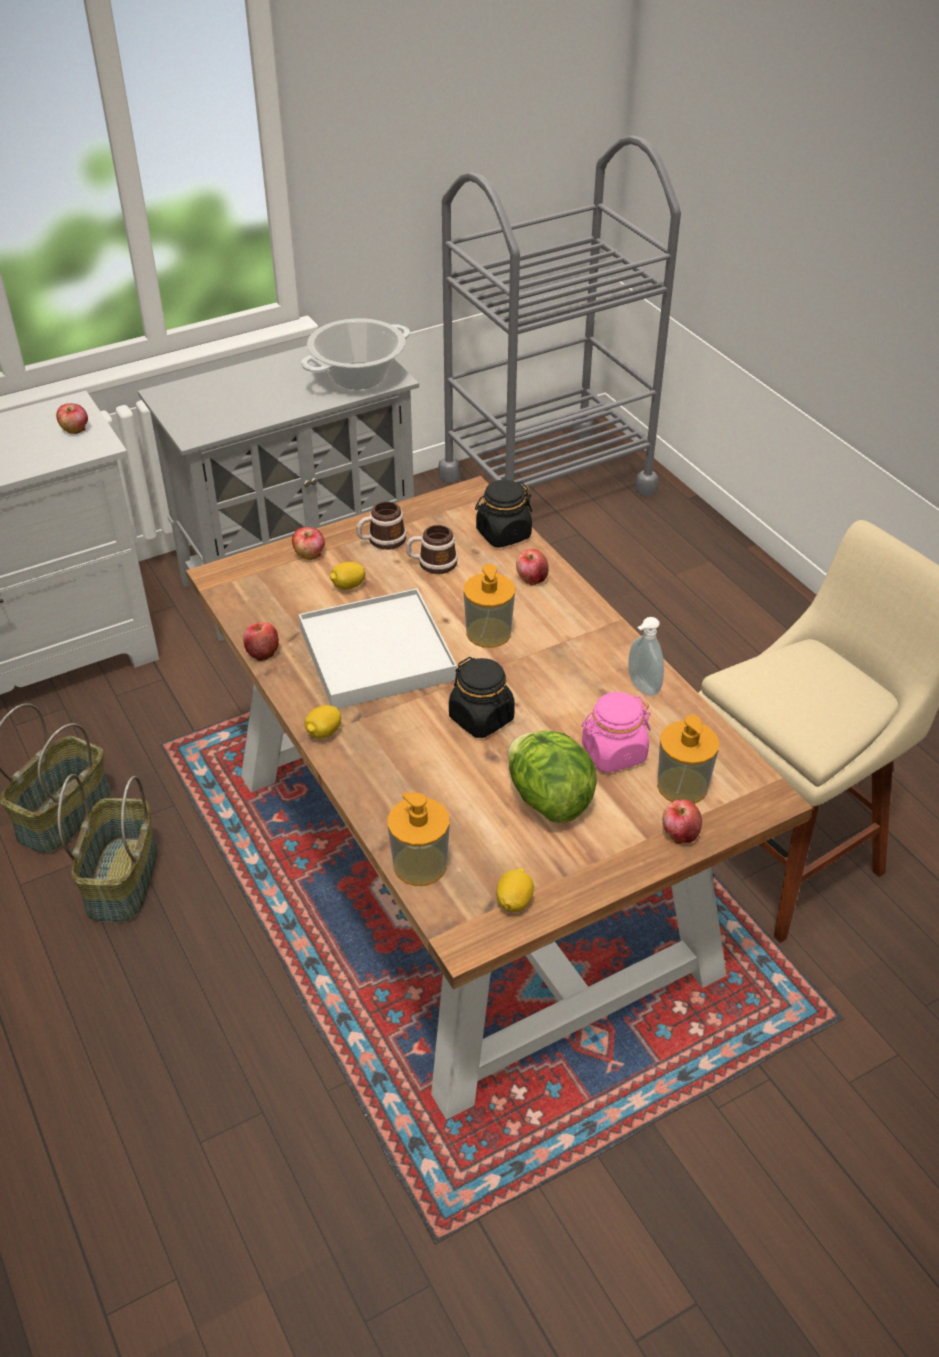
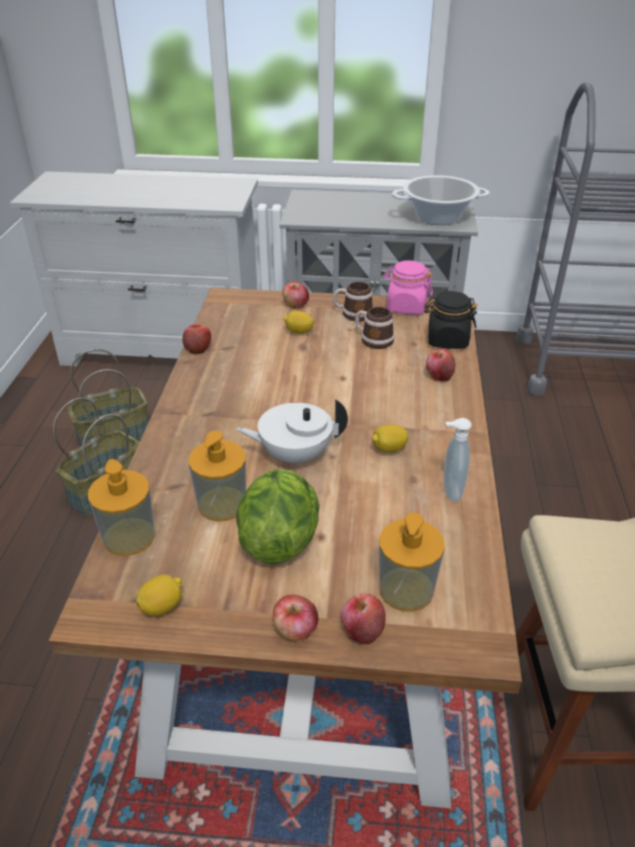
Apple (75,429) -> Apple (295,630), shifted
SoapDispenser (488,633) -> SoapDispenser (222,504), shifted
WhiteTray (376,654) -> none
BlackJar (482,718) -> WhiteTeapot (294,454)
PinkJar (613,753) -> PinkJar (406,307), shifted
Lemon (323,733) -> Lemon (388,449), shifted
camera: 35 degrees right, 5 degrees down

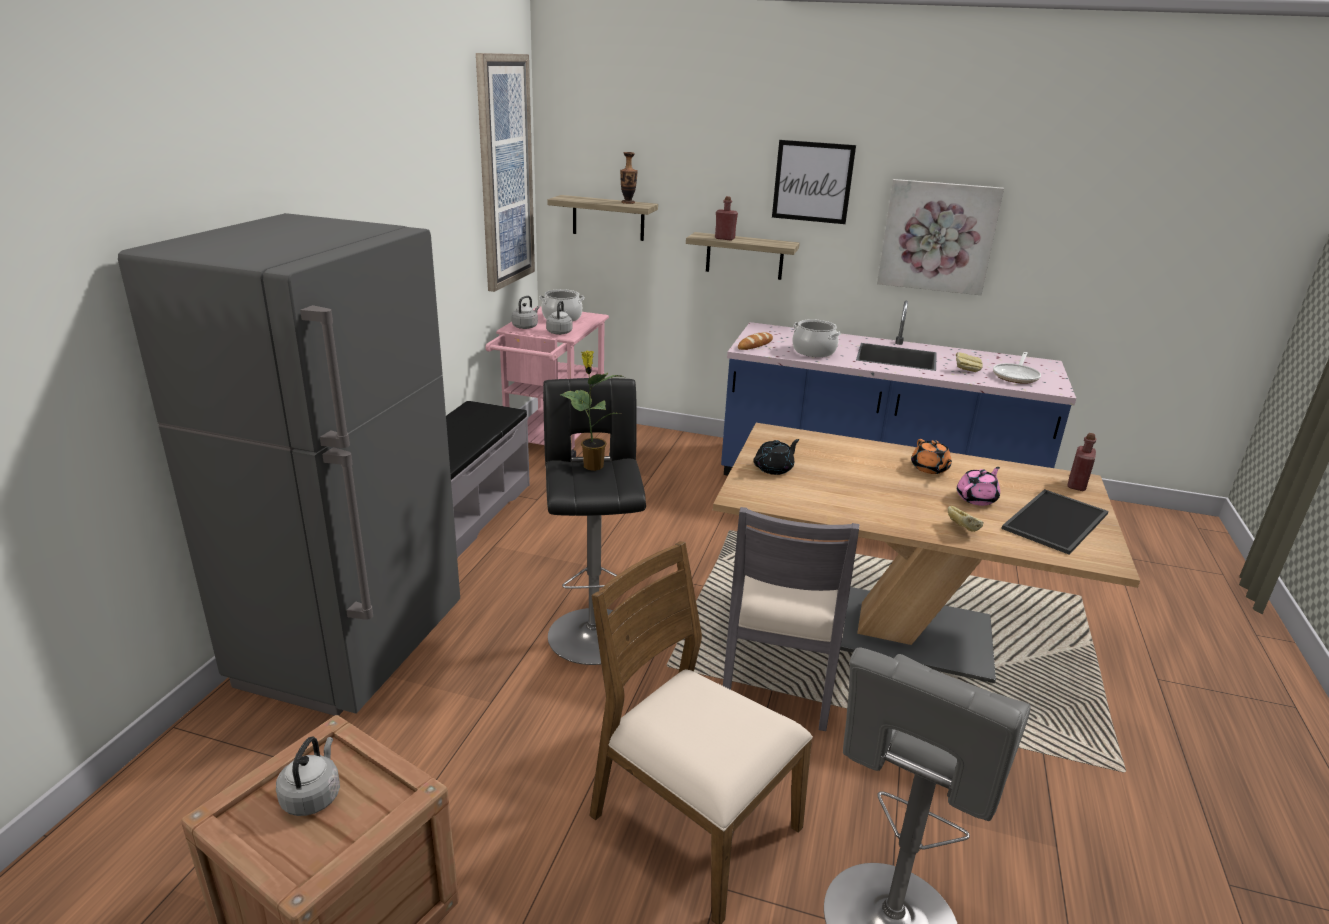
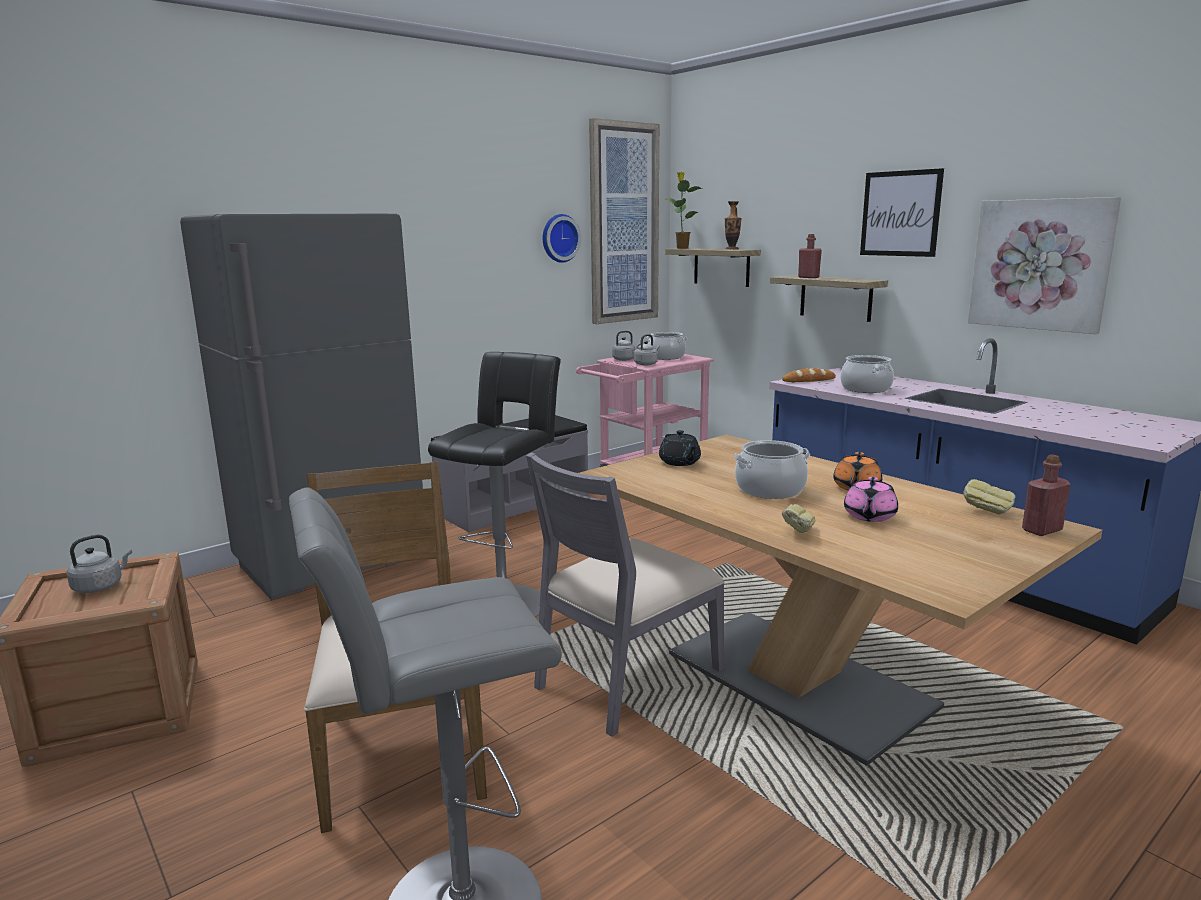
PottedPlant (592,466) -> PottedPlant (682,248), shifted
Bread (966,371) -> Bread (986,511), shifted
FryingPan (1016,376) -> none
BlackTeapot (774,468) -> BlackTeapot (680,462), 75 degrees clockwise
PinkTeapot (977,498) -> PinkTeapot (869,516), 120 degrees clockwise
Tray (1057,522) -> none
none -> WallClock (559,238)
none -> CookingPot (770,489)
camera: 35 degrees right, 10 degrees down

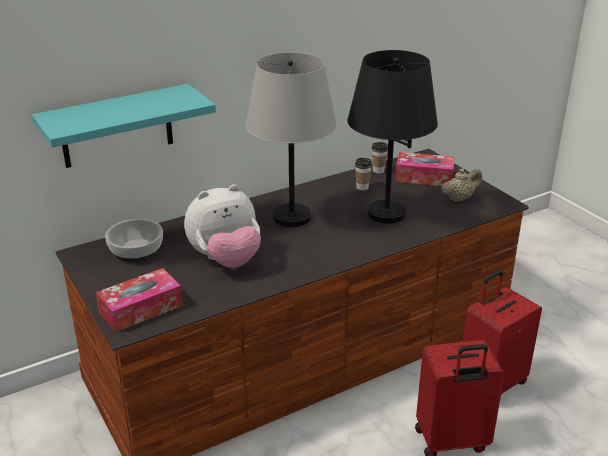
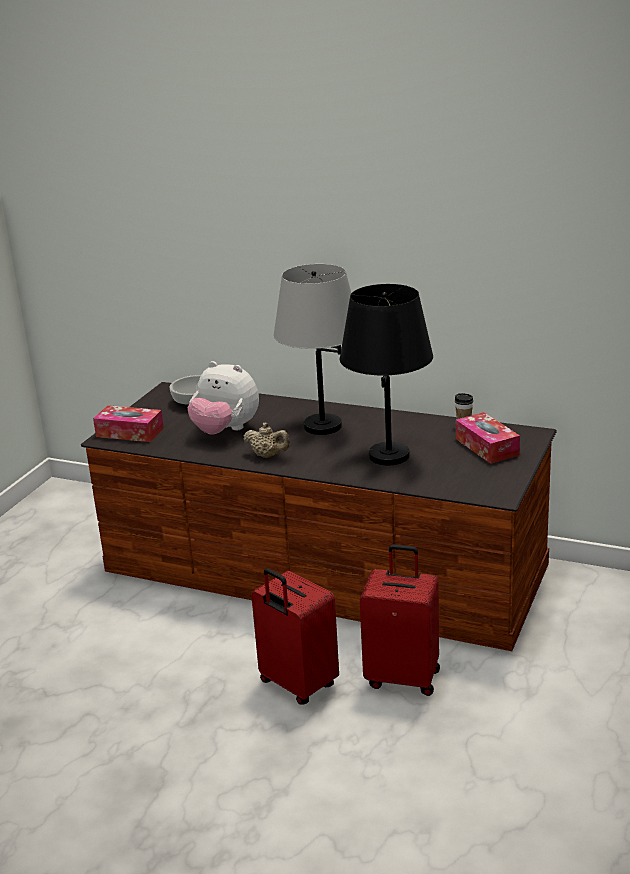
TurquoiseShelf (117,126) -> none
Cup (362,187) -> none
BeigeTeapot (459,198) -> BeigeTeapot (268,456), shifted
camera: 55 degrees right, 5 degrees down

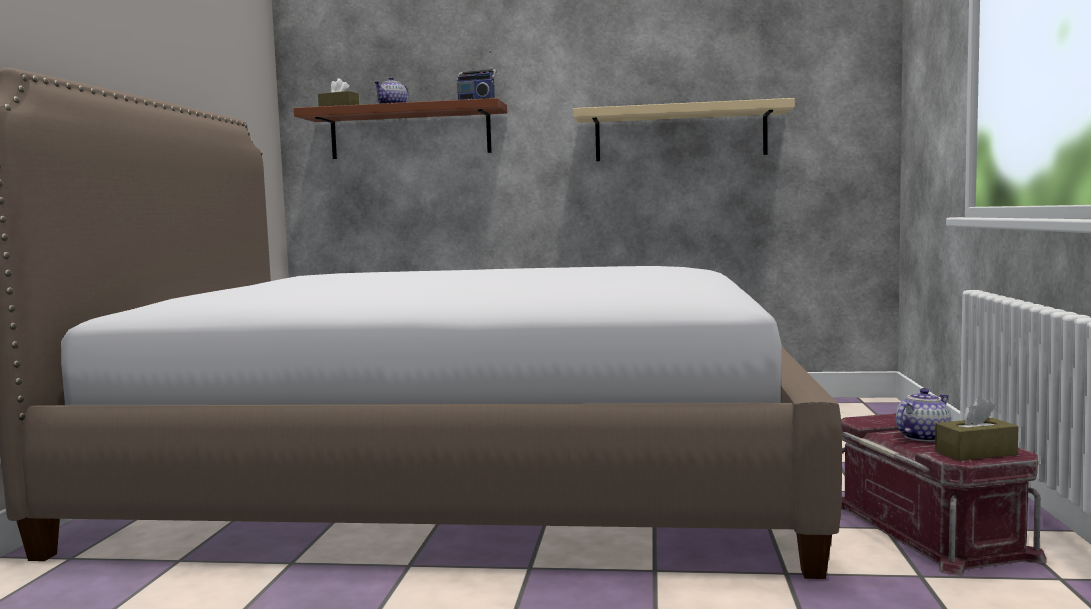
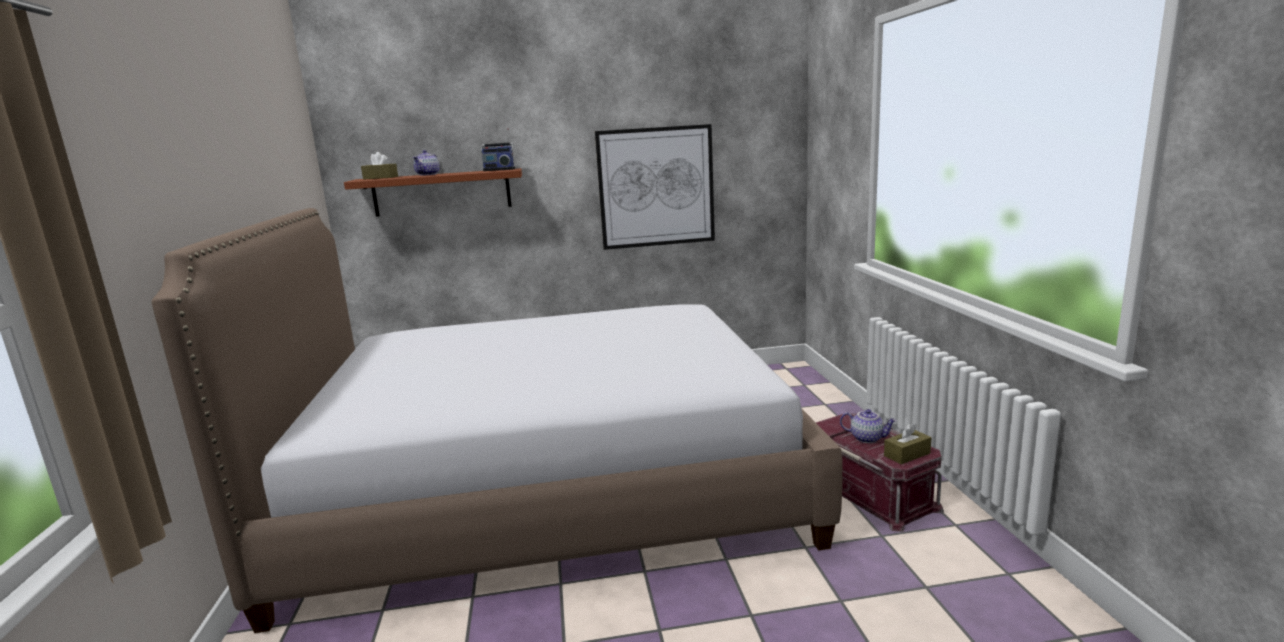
BeigeShelf (680,134) -> Picture (656,187)
Teapot (921,437) -> Teapot (867,438), 75 degrees clockwise
camera: 15 degrees left, 10 degrees up

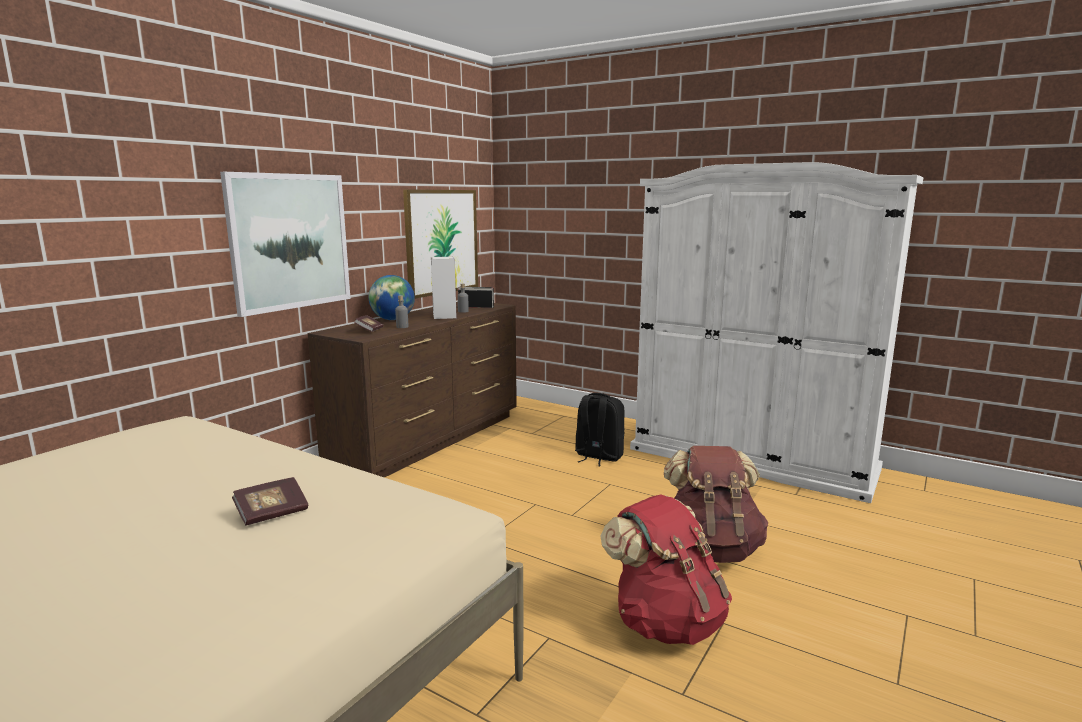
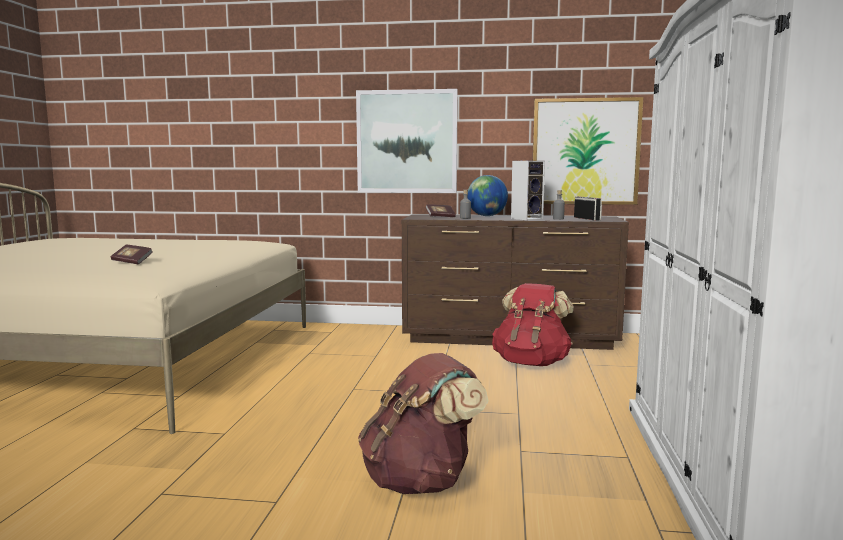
BlackBackpack (598,456) -> none
RedBackpack (665,622) -> RedBackpack (531,363), shifted
camera: 65 degrees right, 5 degrees down

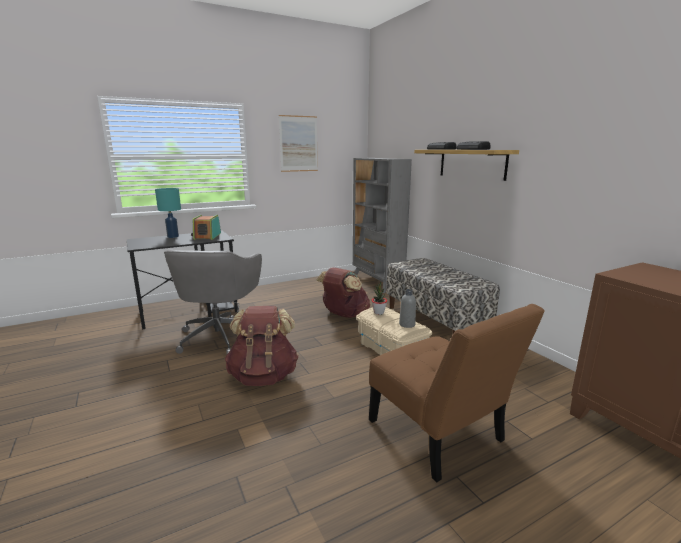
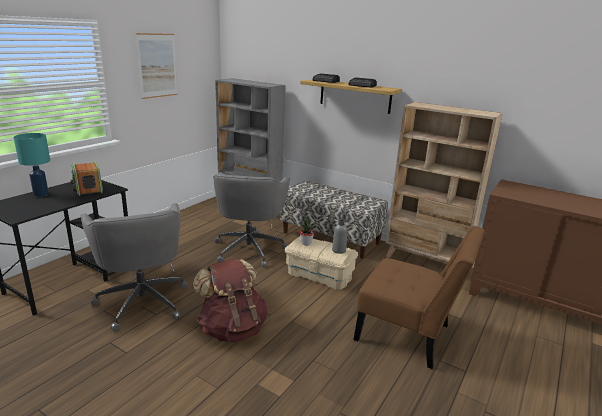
BrownBackpack (344,315) -> GreyOfficeChair (249,248)
none -> BeigeBookcase (425,262)
camera: 30 degrees left, 5 degrees up

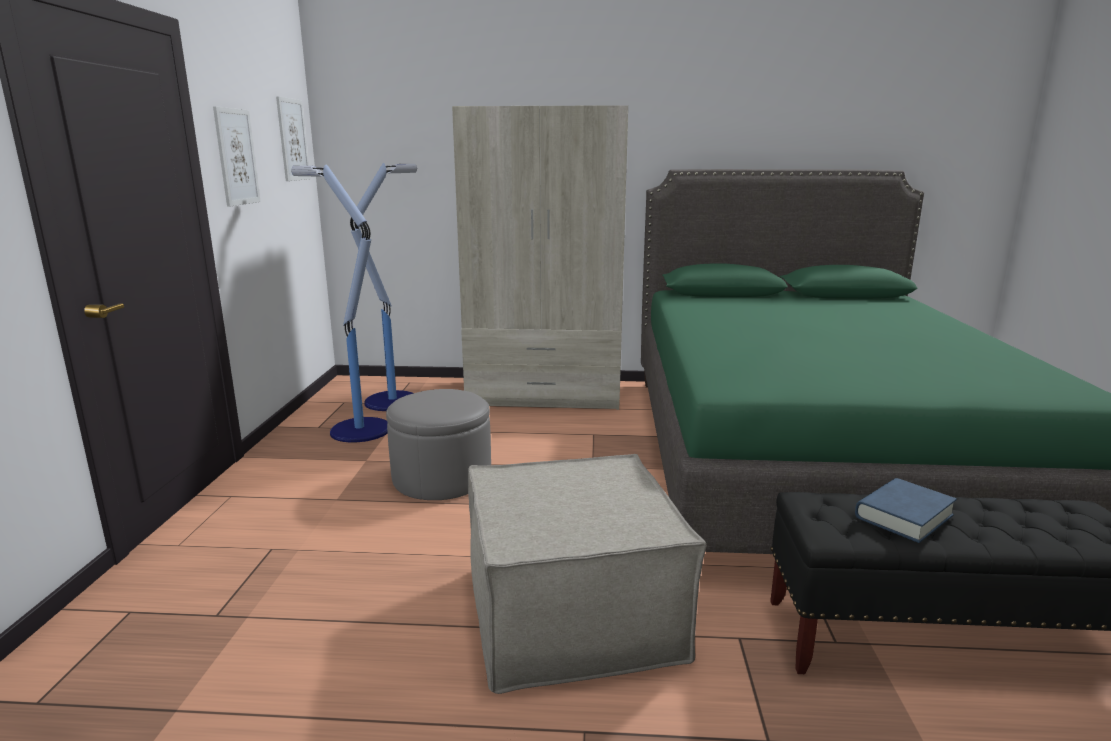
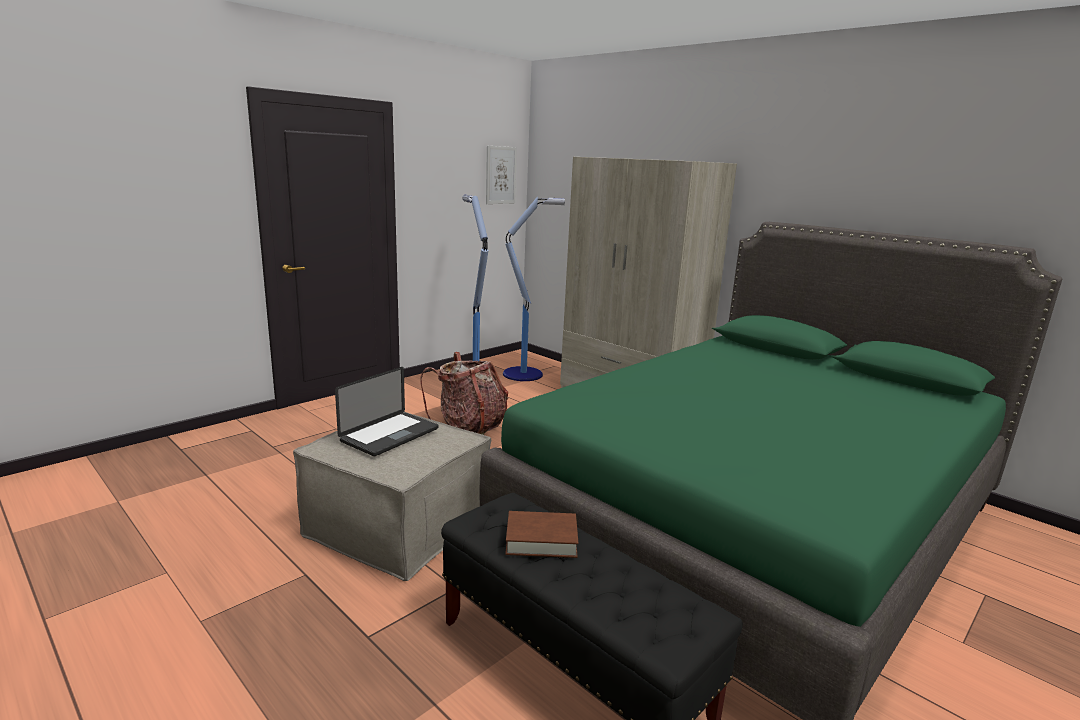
Picture (236,157) -> none
GreyOttoman (442,477) -> Backpack (469,427)
BlueBook (903,516) -> BrownBook (541,540)
none -> Laptop (390,435)
camera: 40 degrees right, 0 degrees up

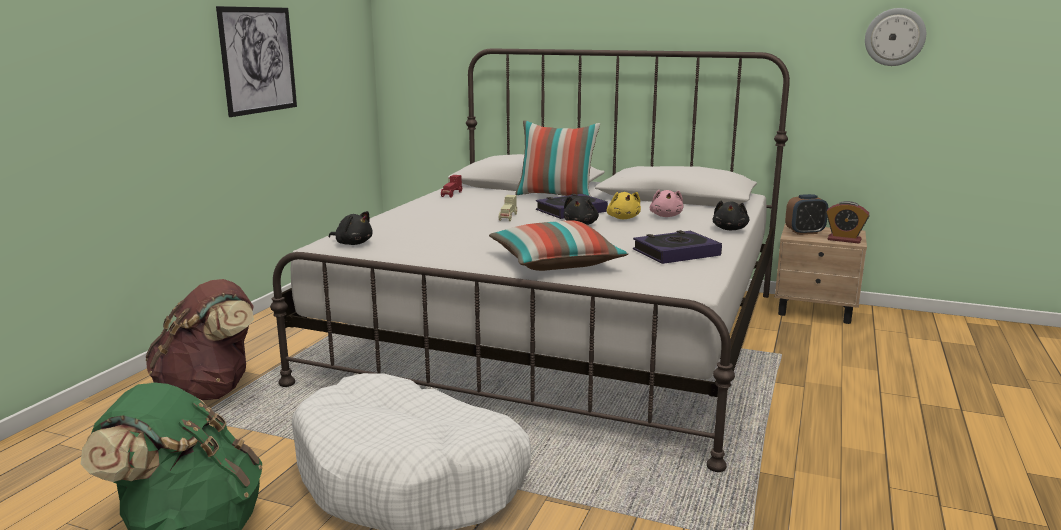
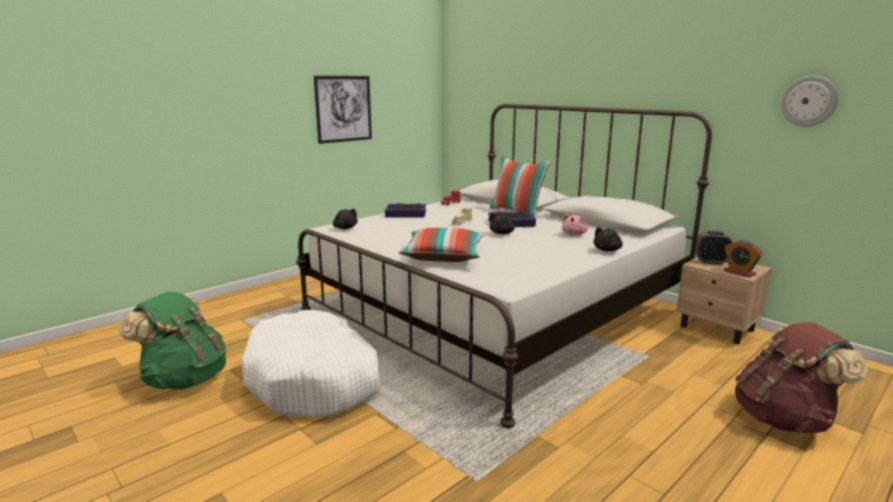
YellowPlushToy (623,218) -> none
Book (676,253) -> Book (406,214), shifted
BrownBackpack (210,391) -> BrownBackpack (784,419), shifted
camera: 25 degrees right, 0 degrees up

